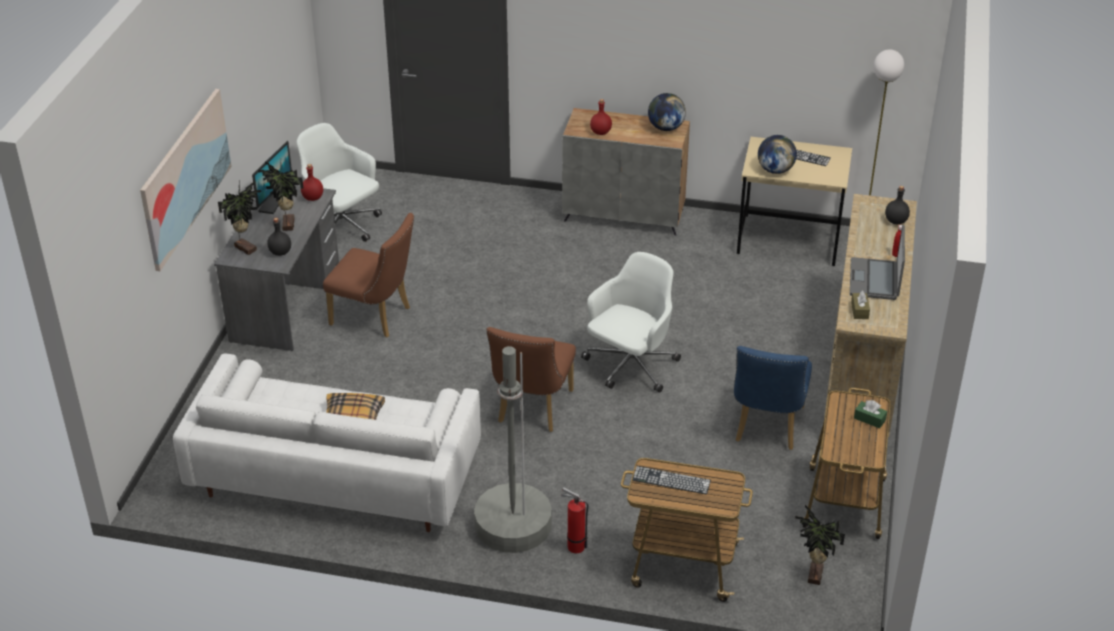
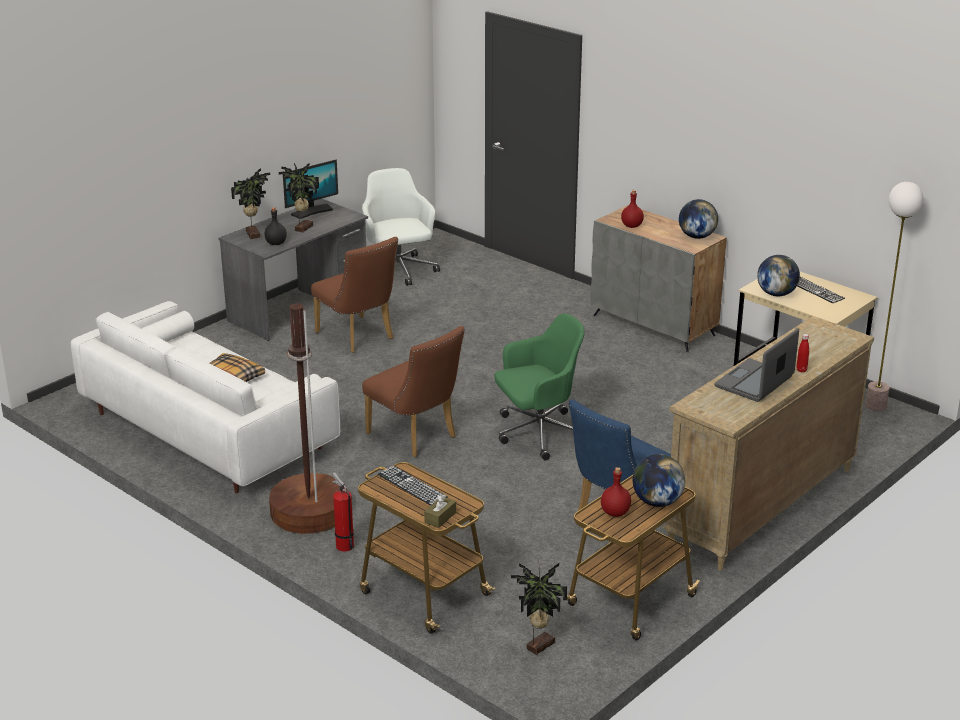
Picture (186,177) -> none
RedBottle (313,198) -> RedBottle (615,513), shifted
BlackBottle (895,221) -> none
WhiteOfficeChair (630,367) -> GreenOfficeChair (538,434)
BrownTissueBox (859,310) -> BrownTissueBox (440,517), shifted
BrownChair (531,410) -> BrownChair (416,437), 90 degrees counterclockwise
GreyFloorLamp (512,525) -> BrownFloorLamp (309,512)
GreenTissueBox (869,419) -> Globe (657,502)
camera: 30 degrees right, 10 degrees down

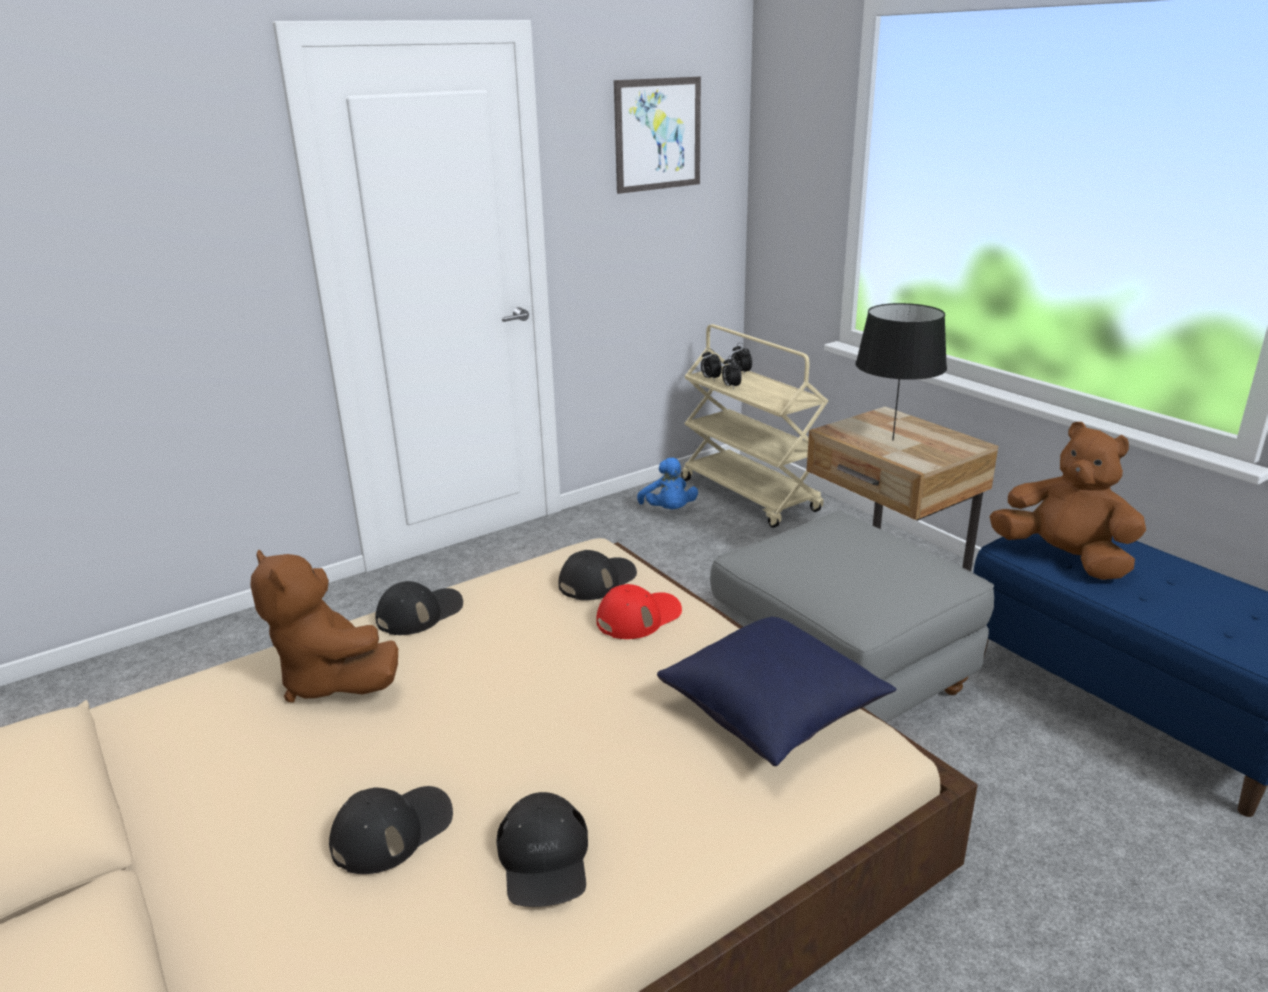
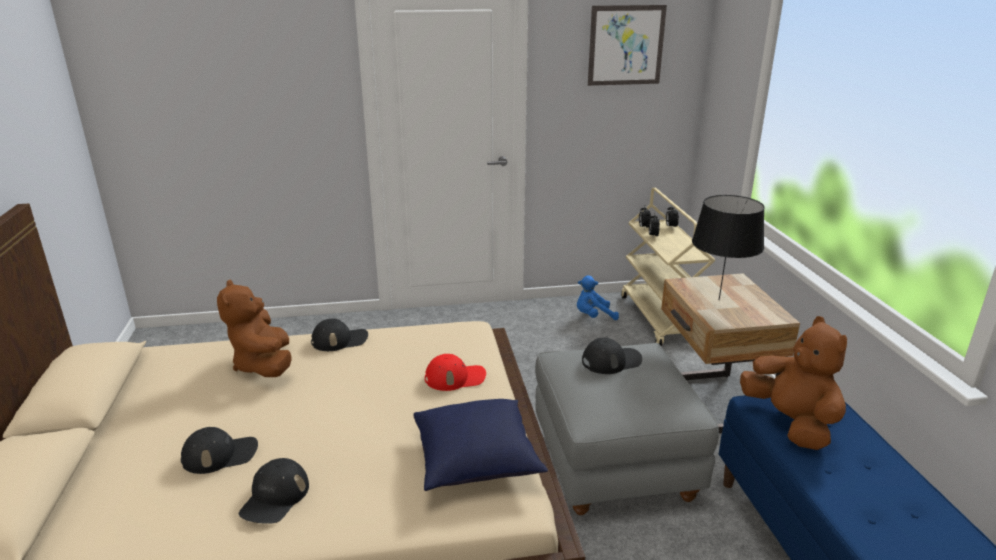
BluePlushToy (668,511) -> BluePlushToy (593,316), 75 degrees clockwise
BlackCap (597,580) -> BlackCap (611,361), shifted
camera: 25 degrees right, 0 degrees up

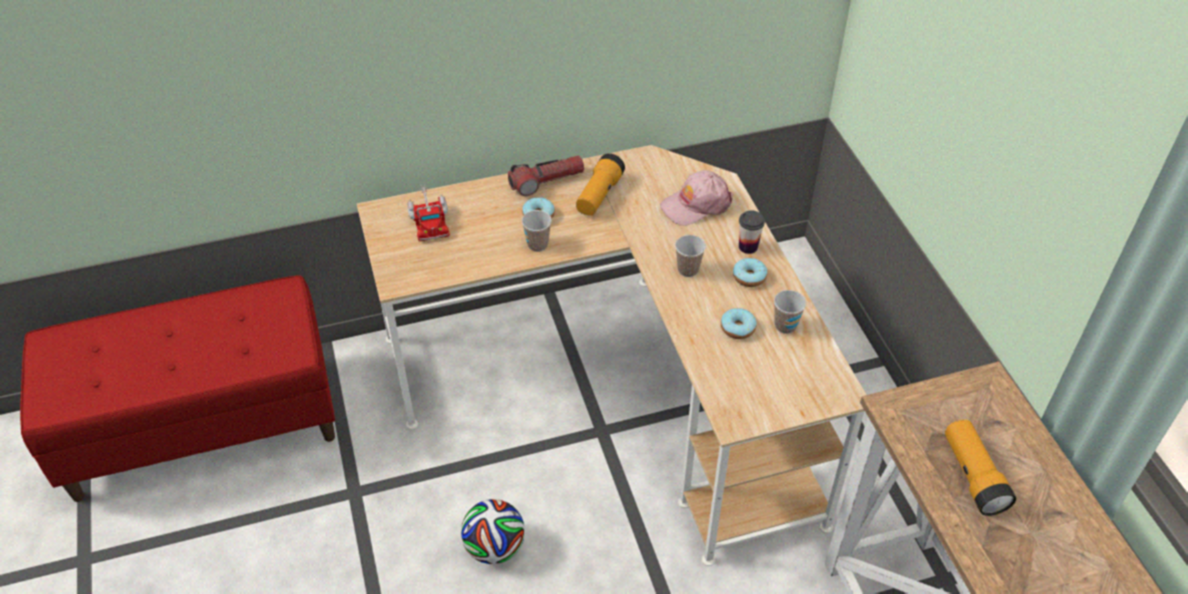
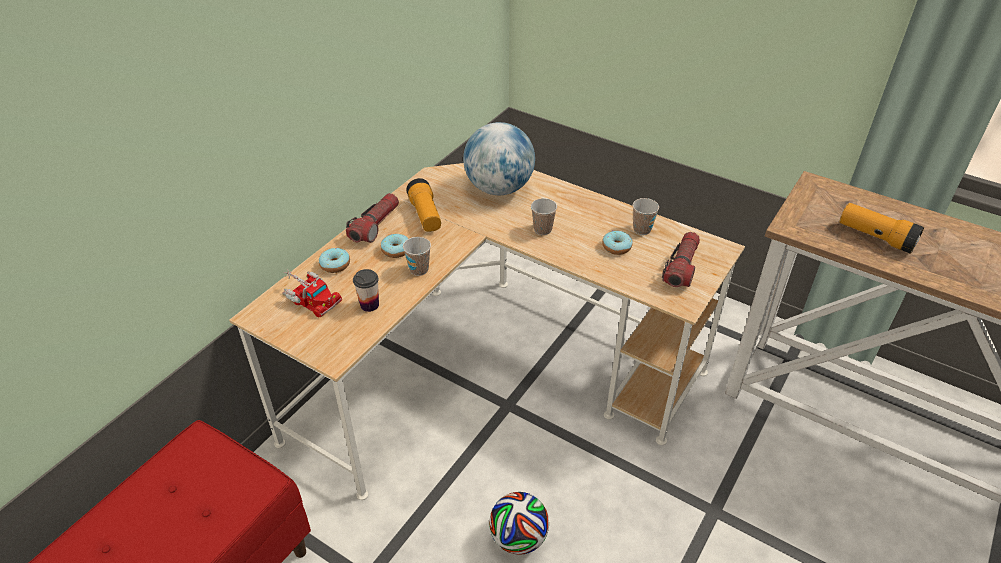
PinkCap (696,205) -> Globe (499,188)
Cup (748,247) -> Cup (369,305), shifted
Donut (749,277) -> Donut (335,265), shifted
none -> Flashlight (681,267)
camera: 40 degrees left, 5 degrees down

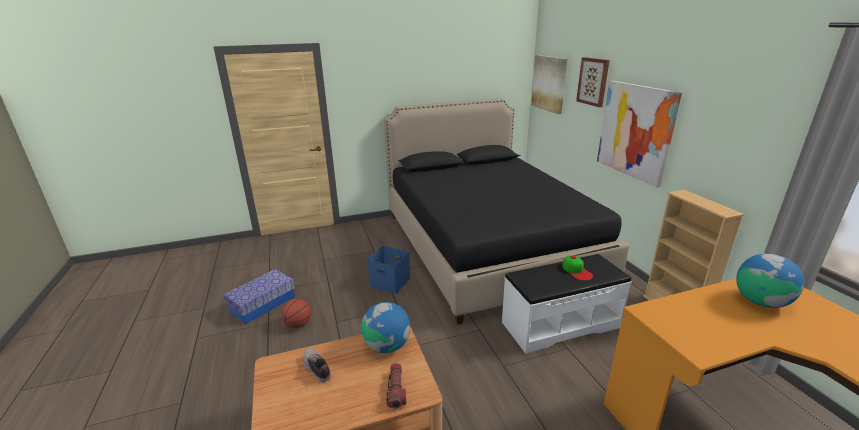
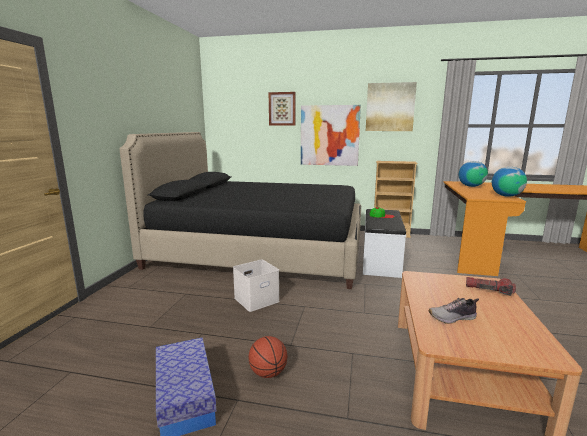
Picture (549,83) -> Picture (390,107), shifted
BlueStorageBox (391,281) -> WhiteStorageBox (257,299)
Globe (387,345) -> Globe (506,196), shifted
camera: 60 degrees left, 10 degrees down

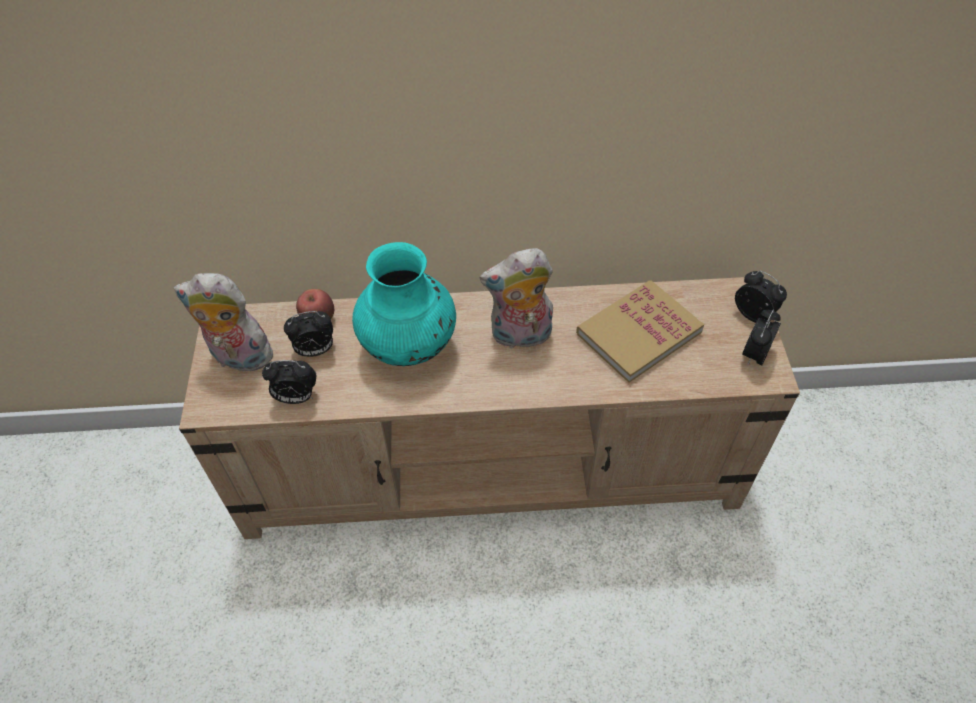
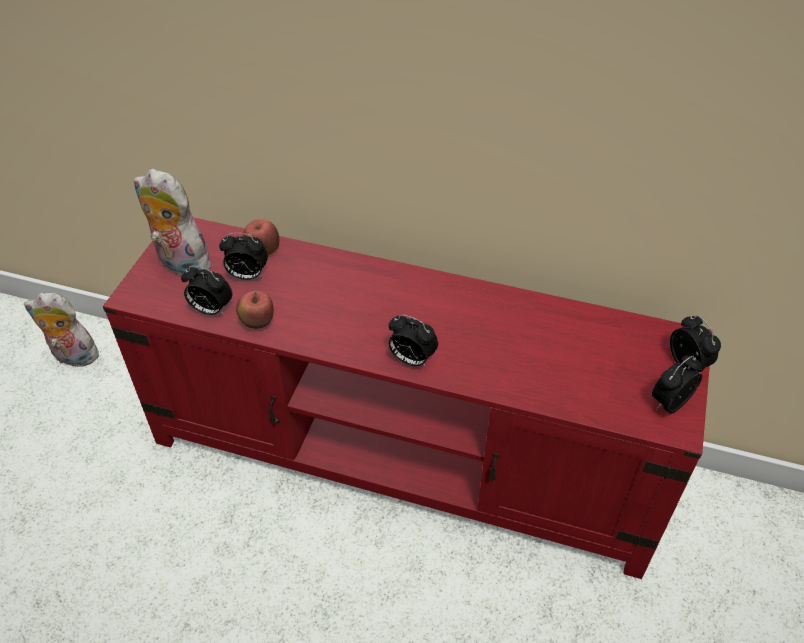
TurquoiseVase (409,346) -> none
PlushToy (520,337) -> PlushToy (73,357), shifted
BeigeTvStand (492,468) -> RedTvStand (405,455)
Book (638,333) -> none
none -> Apple (257,323)
none -> AlarmClock (411,359)
camera: 20 degrees right, 5 degrees down

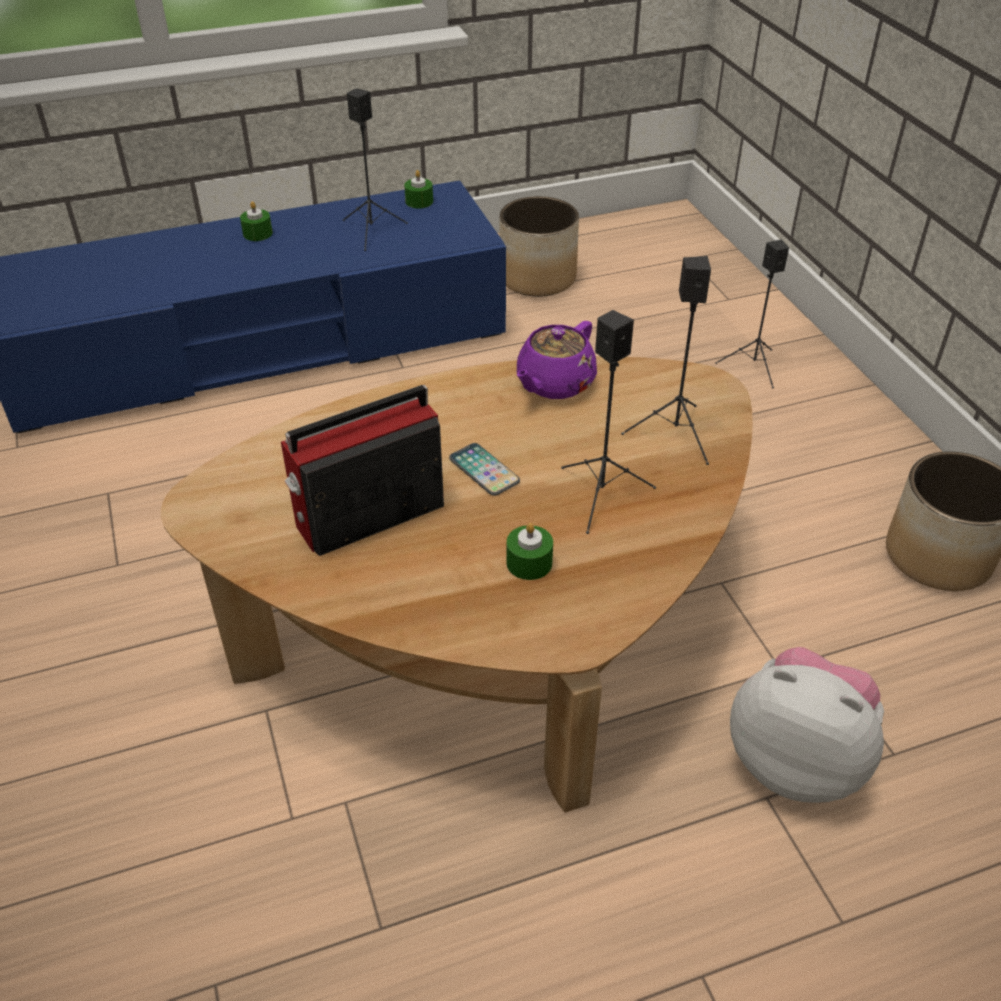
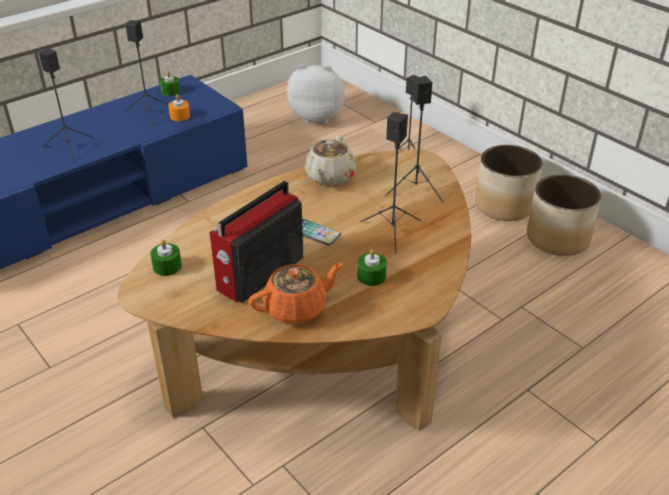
Planter (538,279) -> Planter (504,206), shifted
GreenCandle (257,233) -> GreenCandle (167,266), shifted
PurpleTeapot (554,383) -> BeigeTeapot (330,177)
PlushToy (796,760) -> PlushToy (317,117), shifted
none -> BlackSpeaker (69,148)
none -> OrangeCandle (180,116)
none -> OrangeTeapot (297,308)
camera: 20 degrees left, 5 degrees down

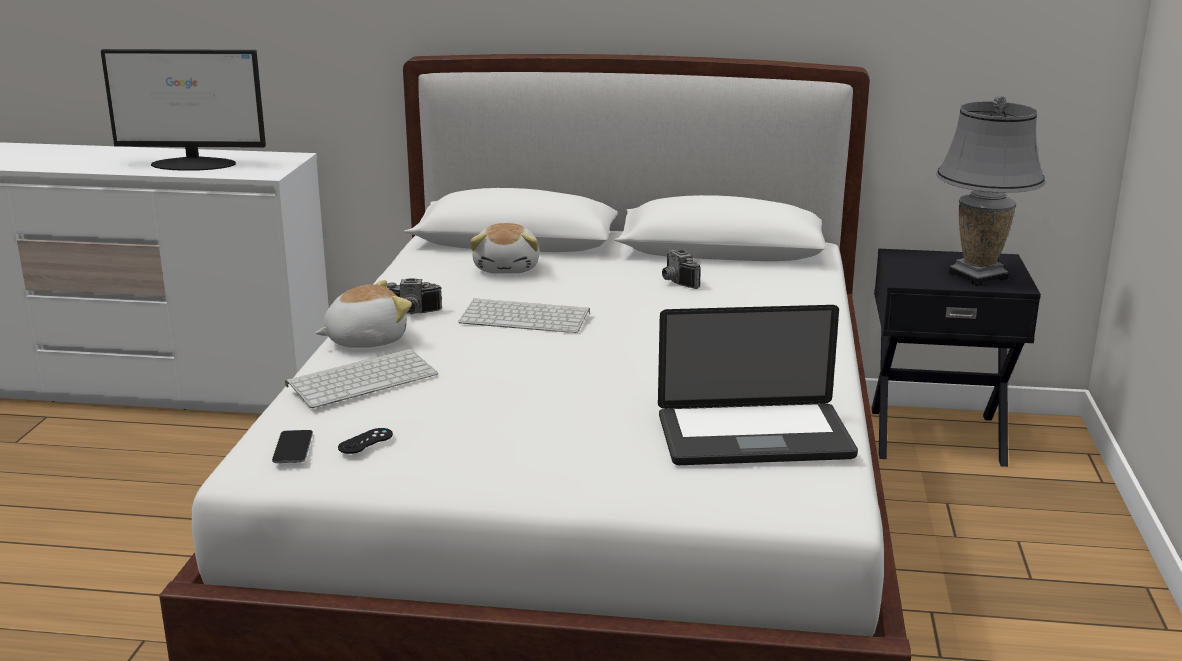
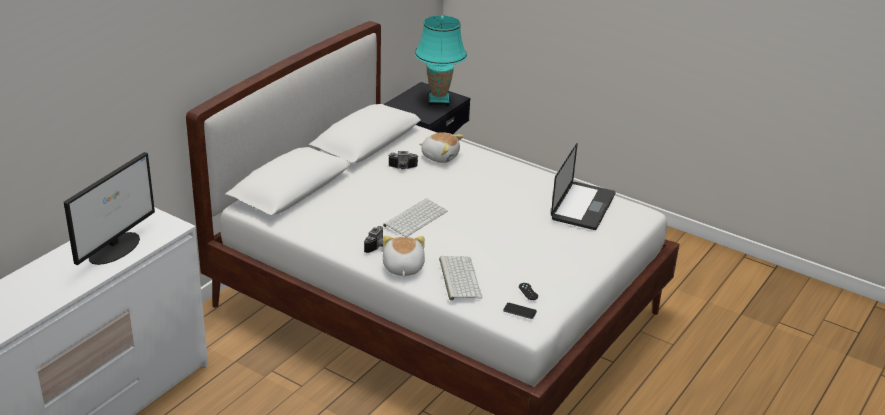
GreyTableLamp (978,276) -> TurquoiseTableLamp (438,101)
PlushToy (508,268) -> PlushToy (440,156), shifted
camera: 65 degrees left, 10 degrees up

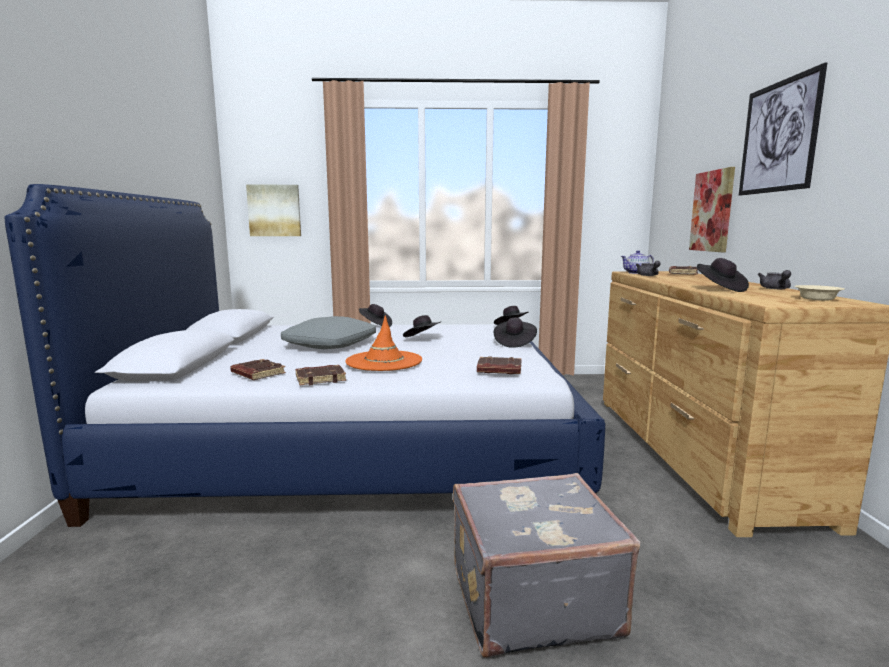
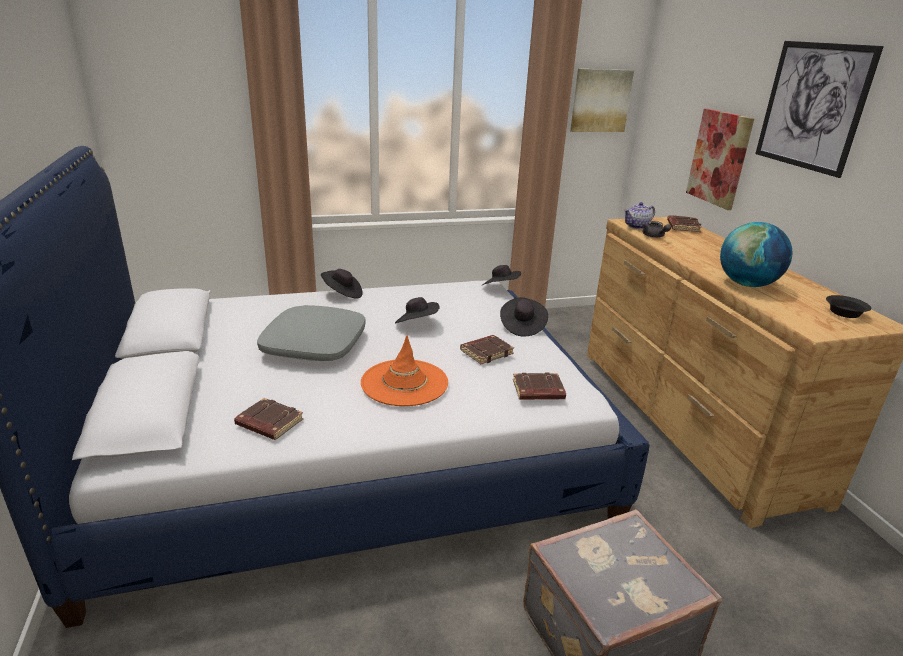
Picture (274,210) -> Picture (600,100), shifted
BlackHat (720,289) -> Globe (747,284)
GreyTeapot (775,289) -> none
BeigeBowl (817,299) -> BlackBowl (844,313)
BrownBook (321,379) -> BrownBook (486,352), shifted
camera: 15 degrees left, 15 degrees up

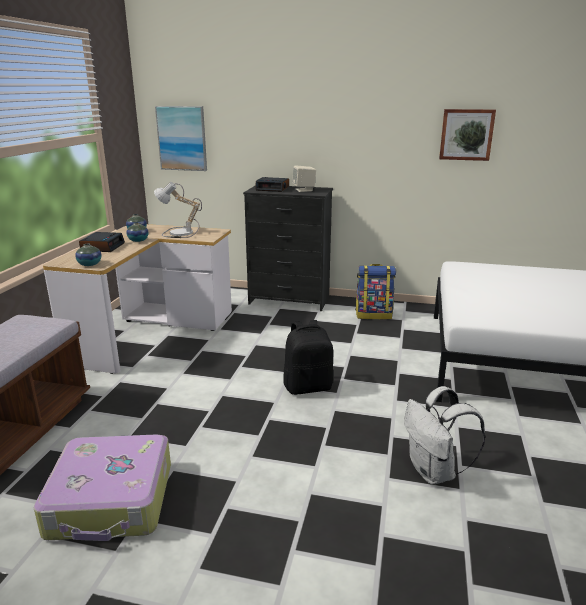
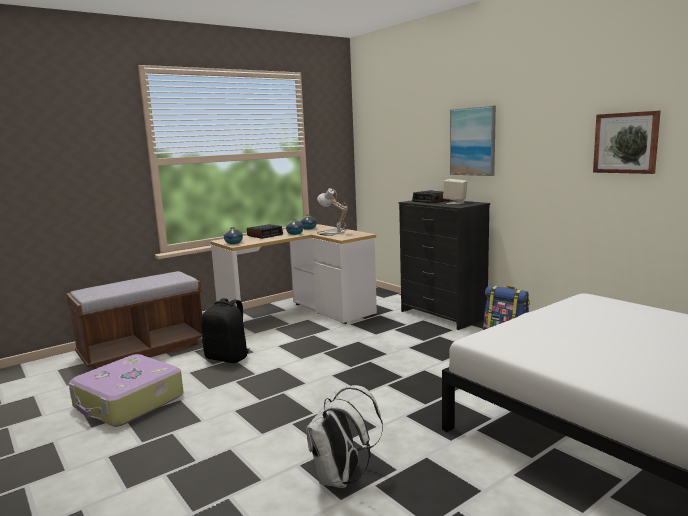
Picture (182,138) -> Picture (473,141), shifted
BlackBackpack (308,387) -> BlackBackpack (228,358), shifted
camera: 40 degrees right, 10 degrees down

